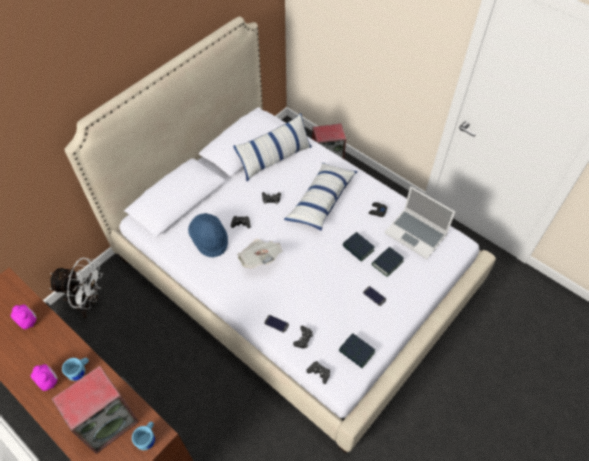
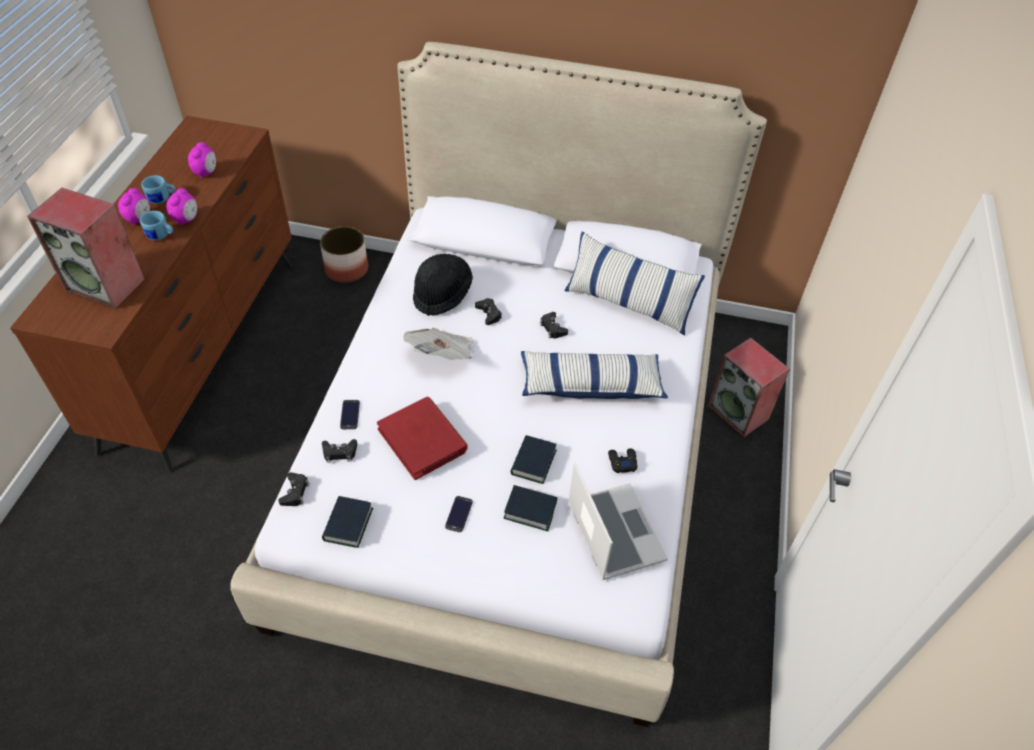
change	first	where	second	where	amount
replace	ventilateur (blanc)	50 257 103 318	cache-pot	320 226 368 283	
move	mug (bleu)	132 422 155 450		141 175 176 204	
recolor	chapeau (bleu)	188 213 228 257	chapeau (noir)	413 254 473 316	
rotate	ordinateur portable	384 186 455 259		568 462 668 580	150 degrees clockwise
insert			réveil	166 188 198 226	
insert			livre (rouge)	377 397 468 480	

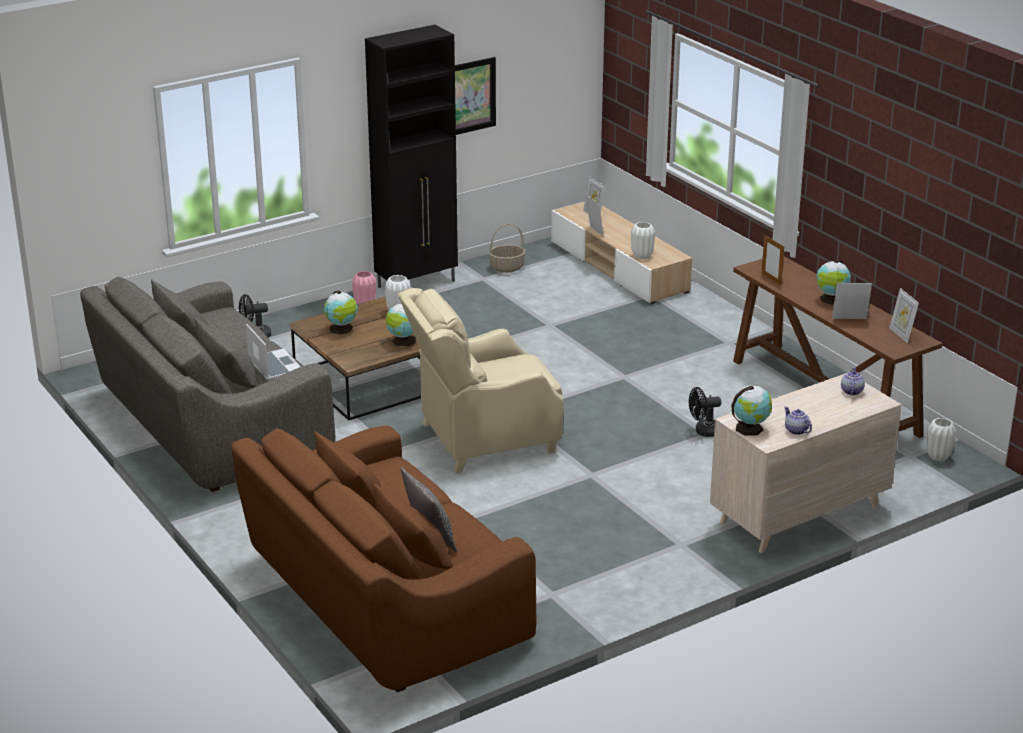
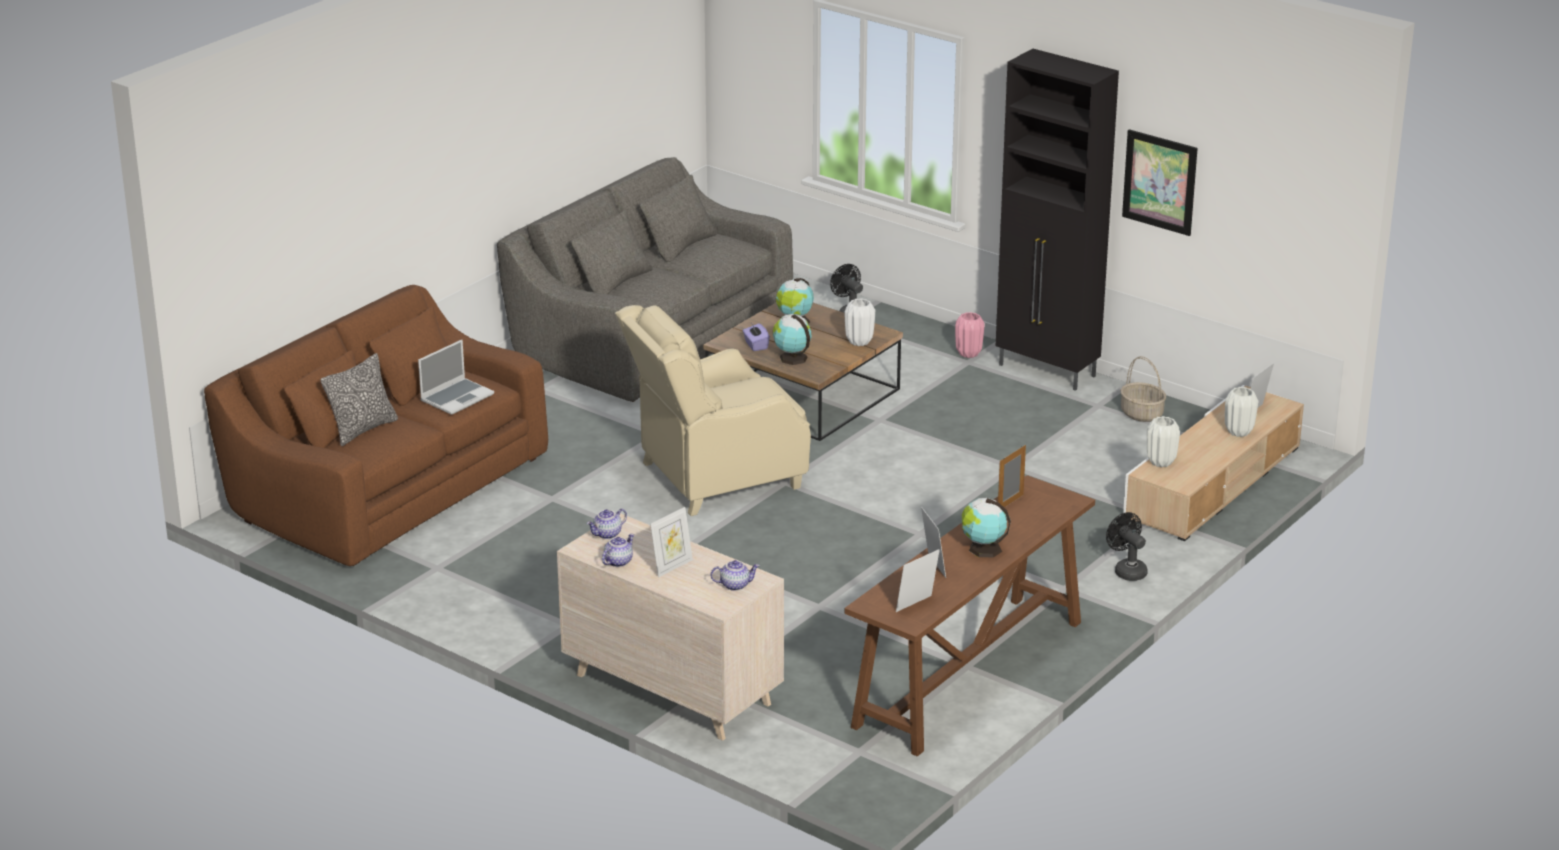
change	first	where	second	where	amount
move	ordinateur portable	246 323 301 381		418 340 494 415	
rotate	fauteuil (beige)	398 288 564 474		615 305 811 516	75 degrees counterclockwise
move	cadre photo	586 194 604 237		650 507 693 577	
move	ventilateur (noir)	689 387 721 437		1106 512 1148 581	
replace	globe	731 385 772 436	théière	587 508 627 539	
move	vase (blanc)	927 418 956 461		1225 387 1258 437	
insert			boîte à mouchoirs (violet)	743 322 770 351	

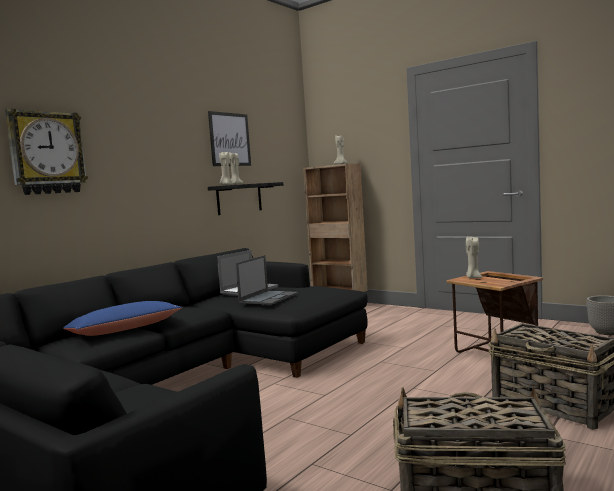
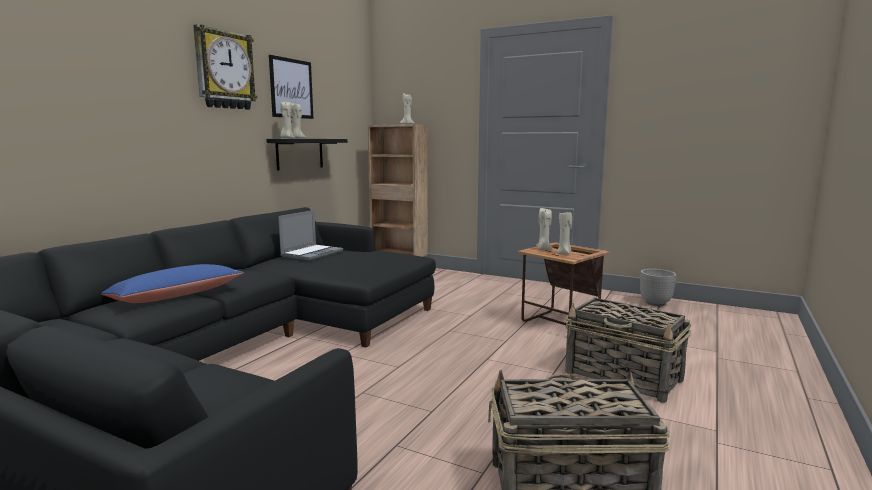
change	first	where	second	where	amount
move	horloge murale	5 109 88 195		193 24 258 110	
delete	ordinateur portable	236 255 298 305			
insert			bougie (beige)	557 212 572 255	

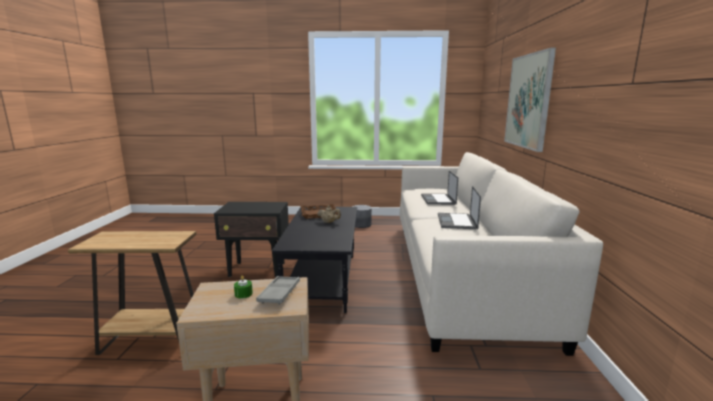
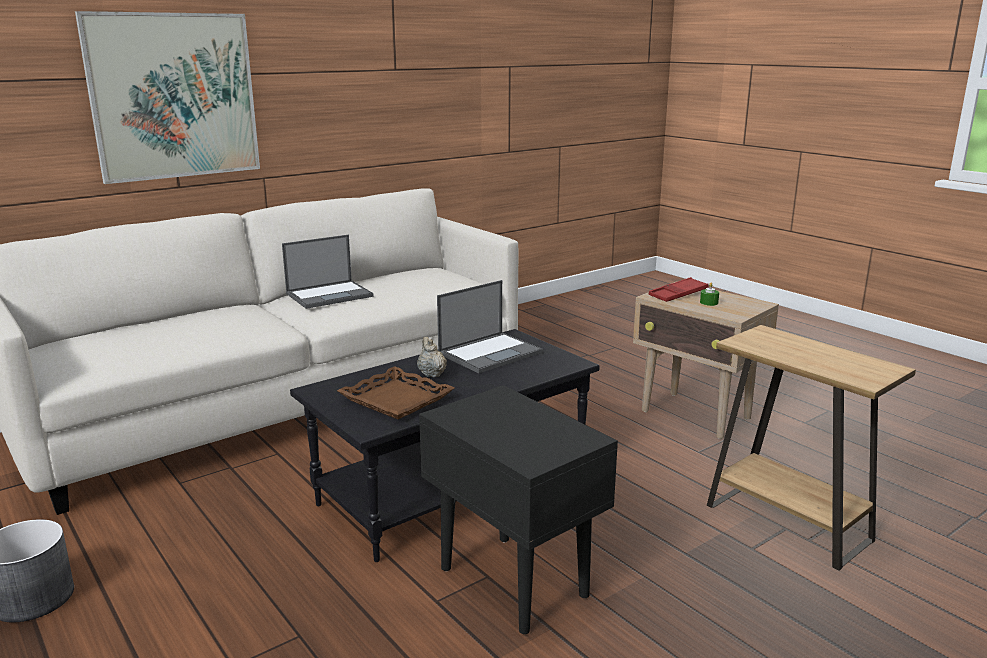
change	first	where	second	where	amount
recolor	plateau (gris)	256 276 300 305	plateau (rouge)	649 277 709 302	
move	ordinateur portable	421 171 458 205		437 280 543 373	

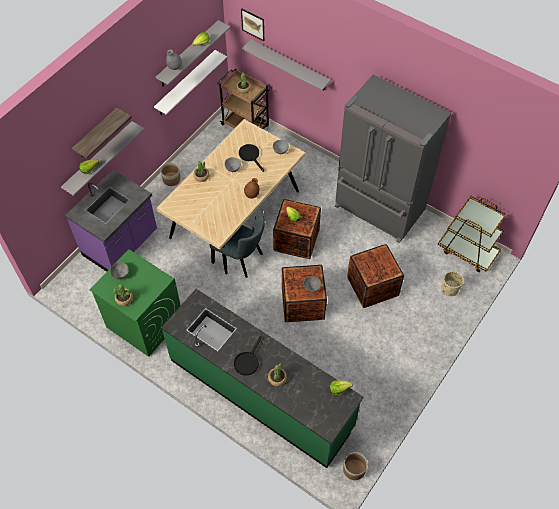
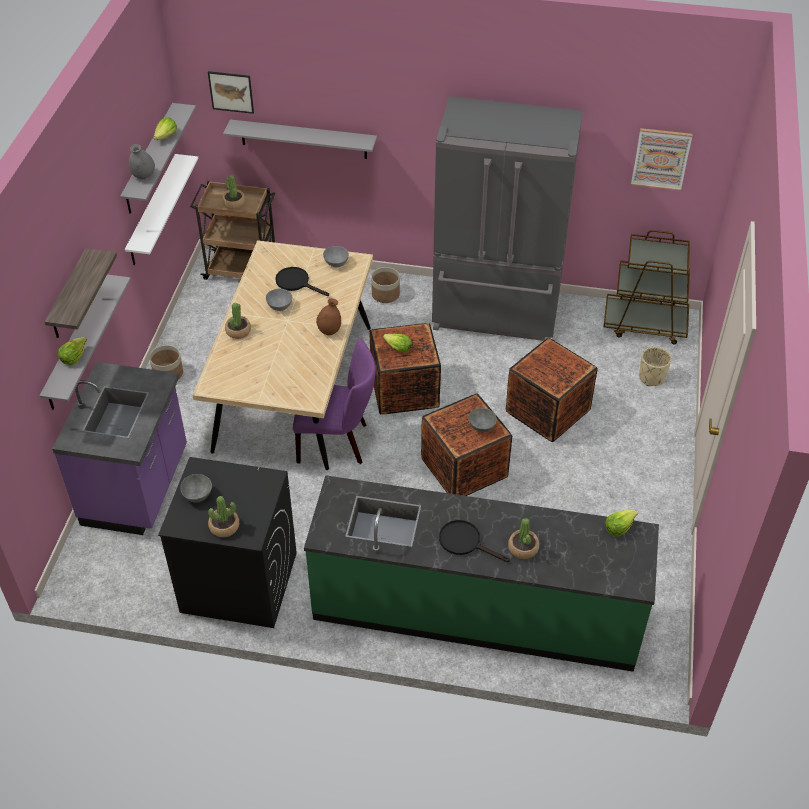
change	first	where	second	where	amount
recolor	lave-linge (vert)	90 249 181 357	lave-linge (noir)	158 457 297 628	
recolor	chaise (gris)	209 208 265 278	chaise (violet)	293 338 376 464	
rotate	poêle (noir)	234 336 262 375		439 520 510 562	120 degrees clockwise
move	cache-pot	343 452 367 480		371 267 400 303	
insert			tableau	631 128 693 191	

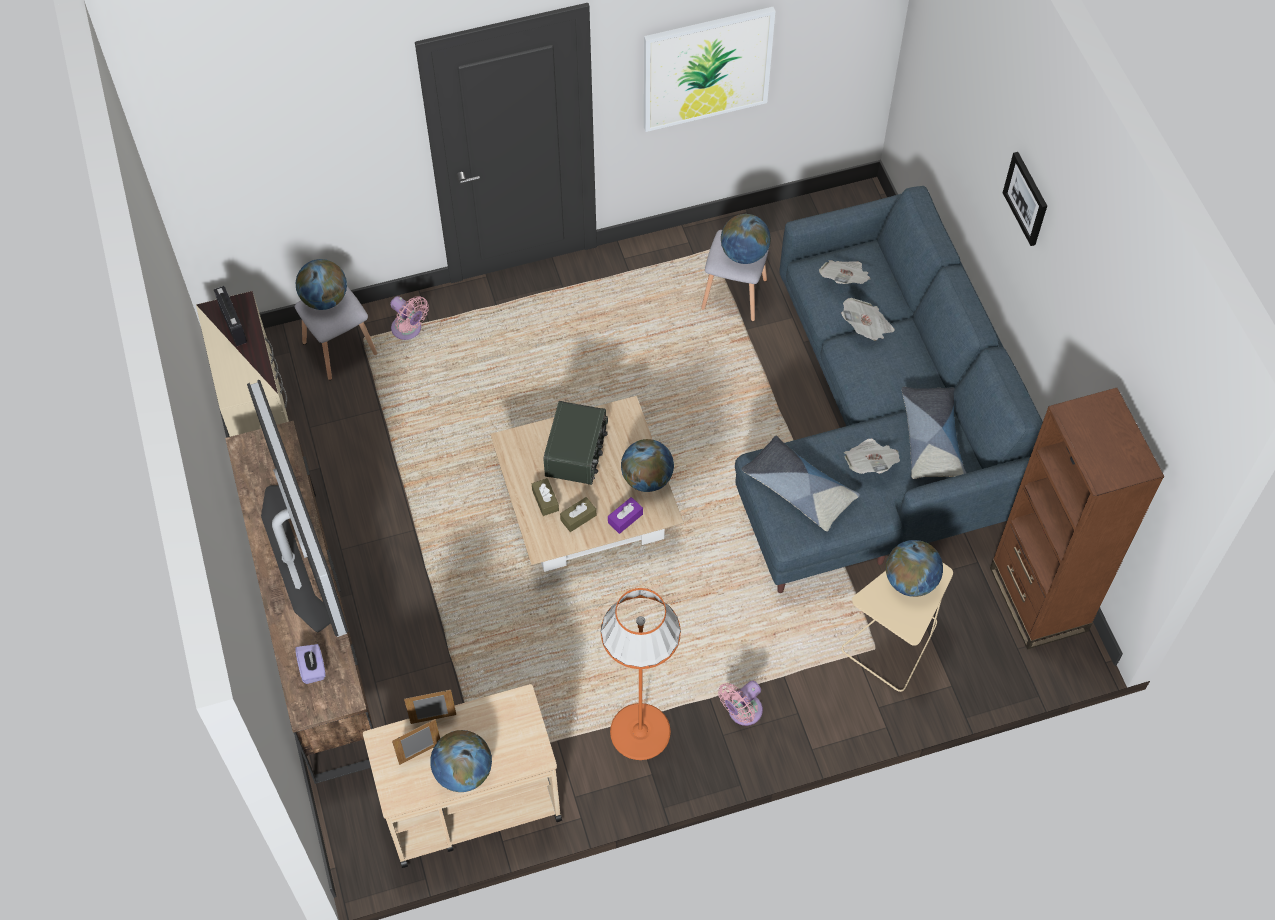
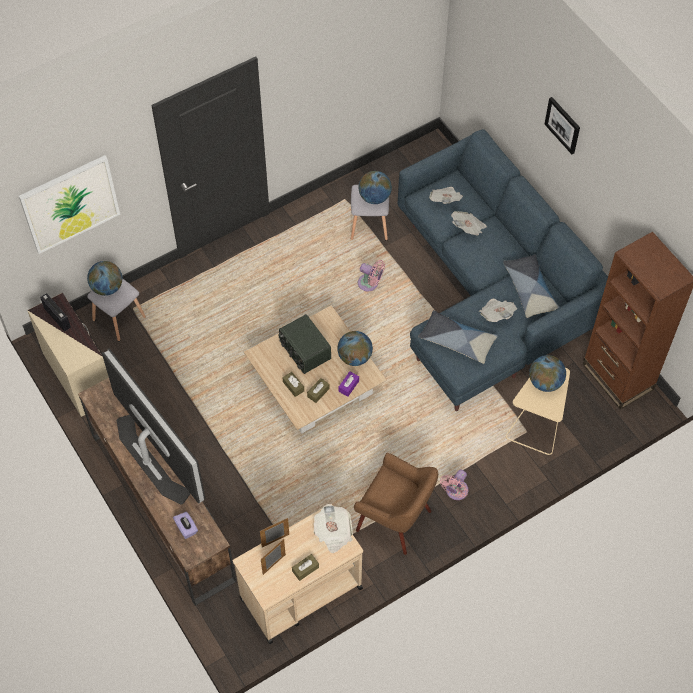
change	first	where	second	where	amount
move	ventilateur (rose)	390 296 429 340		358 260 385 291	
replace	globe	430 730 492 792	boîte à mouchoirs (marron)	292 554 319 581	
rotate	radio	544 401 608 485		278 314 331 374	150 degrees clockwise
replace	lampadaire (orange)	601 588 681 760	fauteuil (marron)	354 453 438 555	
move	tableau	644 7 776 132		19 155 120 254	
insert			journal	313 504 353 553	

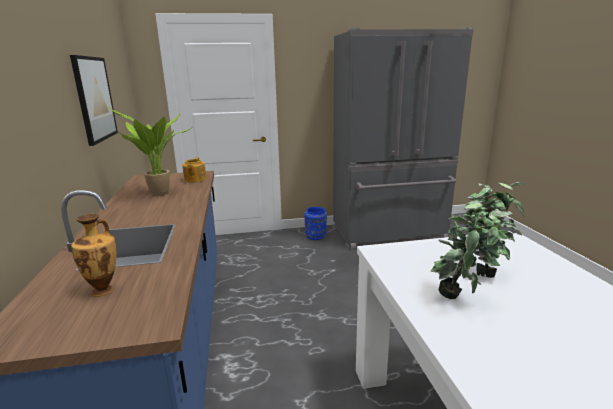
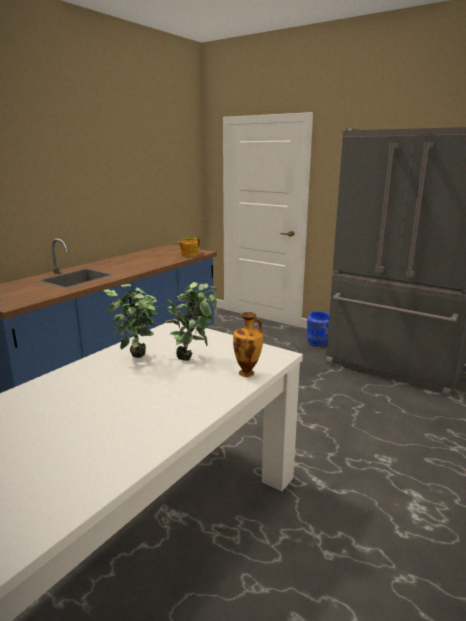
change	first	where	second	where	amount
delete	tableau	70 55 118 146			
move	vase	71 214 116 297		233 312 263 377	
delete	plante en pot	105 104 191 196			

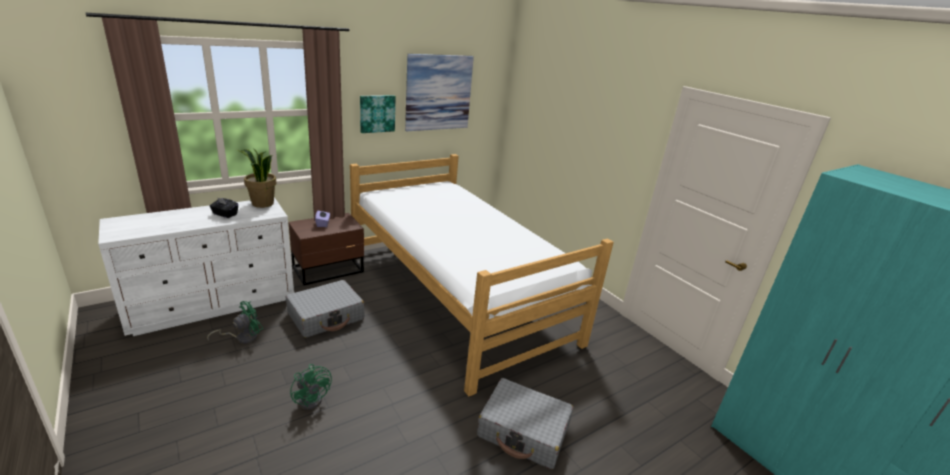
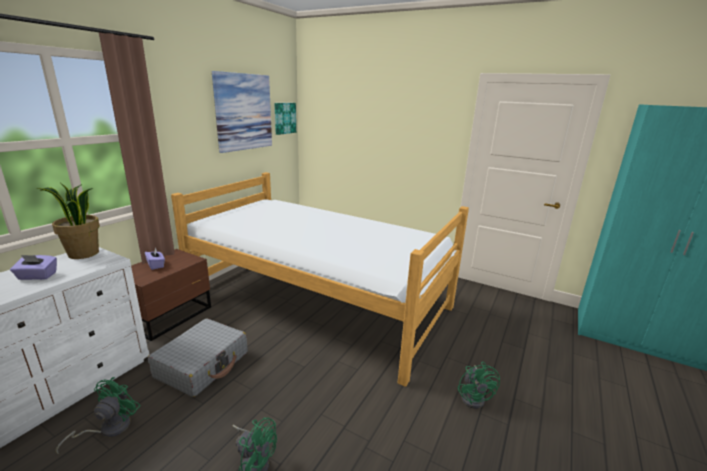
change	first	where	second	where	amount
recolor	boîte à mouchoirs (noir)	209 197 238 218	boîte à mouchoirs (violet)	10 255 57 280	
move	tableau	360 95 396 133		274 103 296 135	
replace	valise (gris)	477 378 573 469	ventilateur (vert)	458 361 500 409	

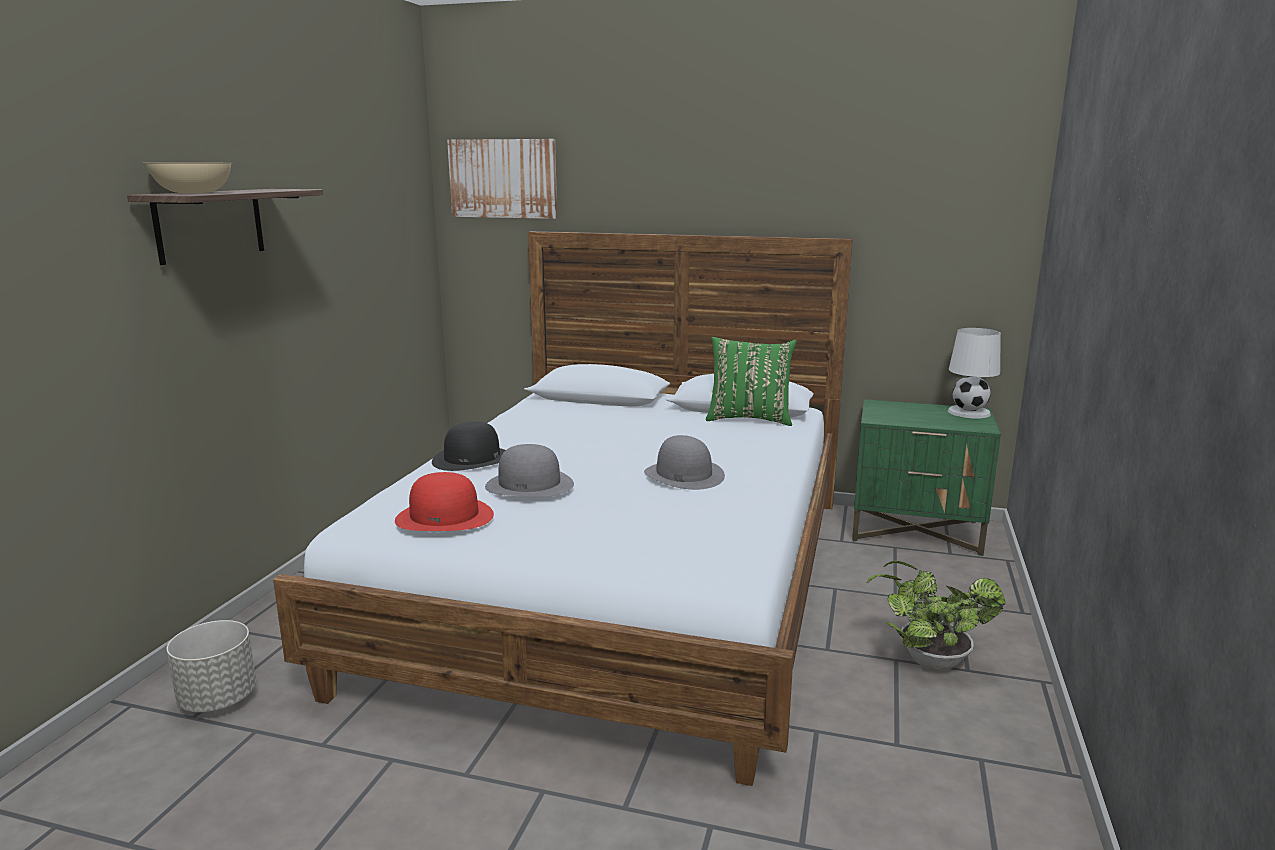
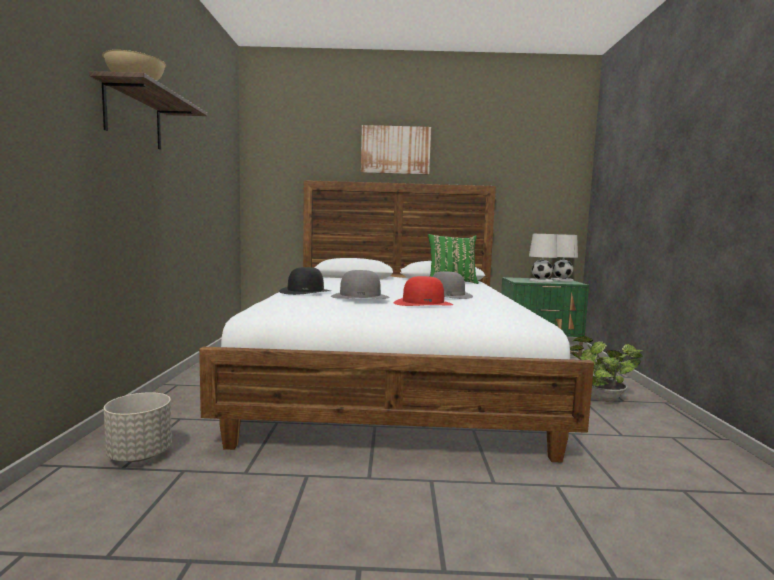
change	first	where	second	where	amount
move	chapeau (rouge)	395 472 494 531		393 276 453 306	
move	tableau	447 139 557 219		361 125 431 175	
insert			lampe de table (blanc)	529 234 557 282	

